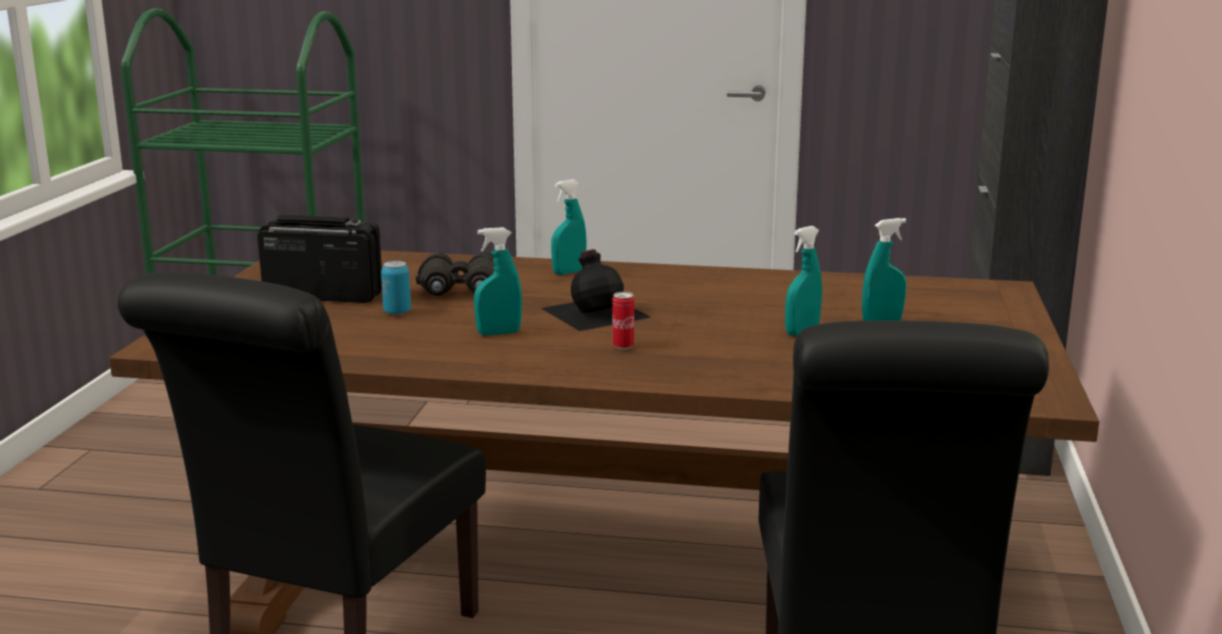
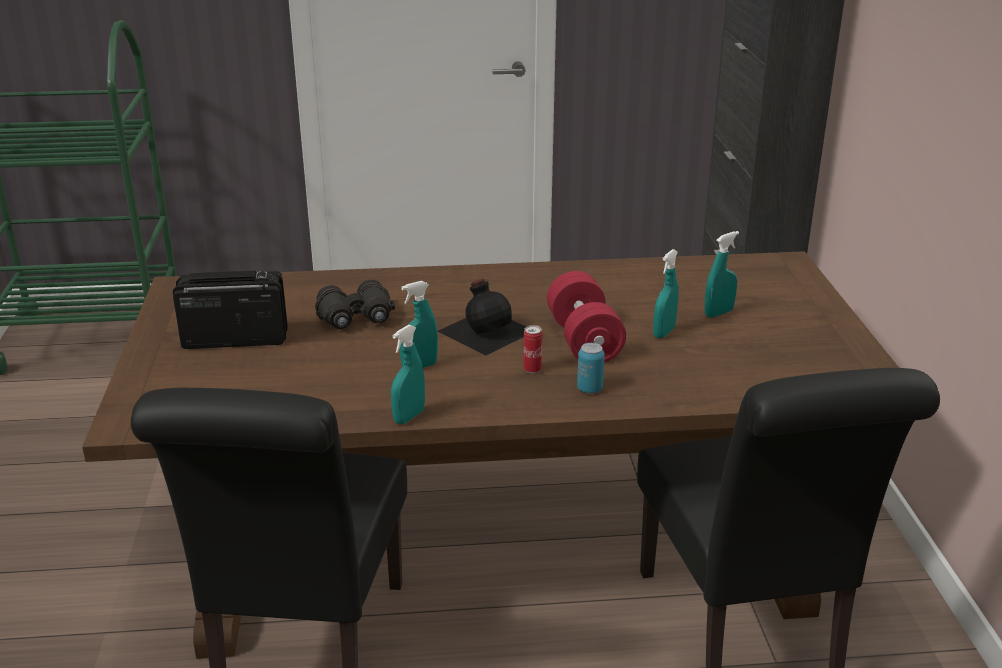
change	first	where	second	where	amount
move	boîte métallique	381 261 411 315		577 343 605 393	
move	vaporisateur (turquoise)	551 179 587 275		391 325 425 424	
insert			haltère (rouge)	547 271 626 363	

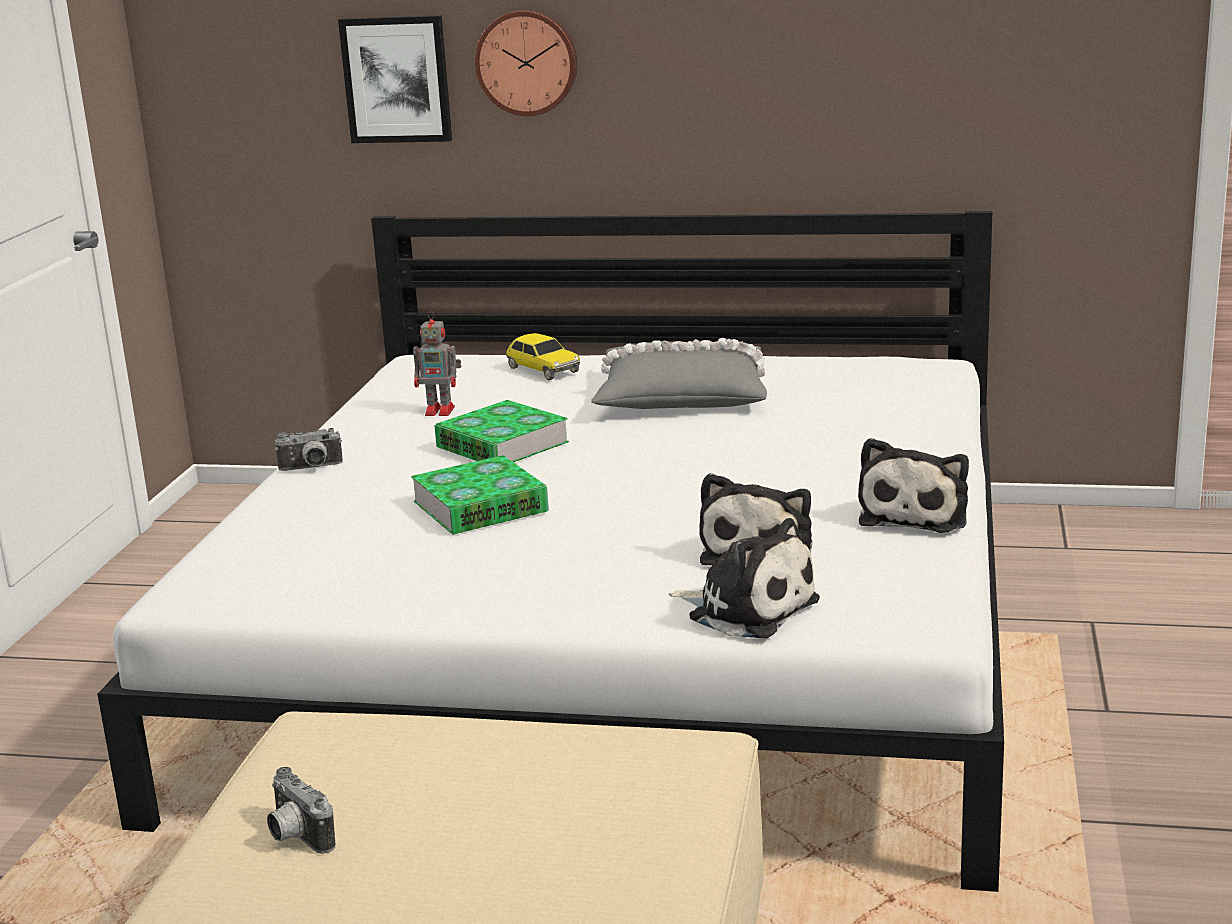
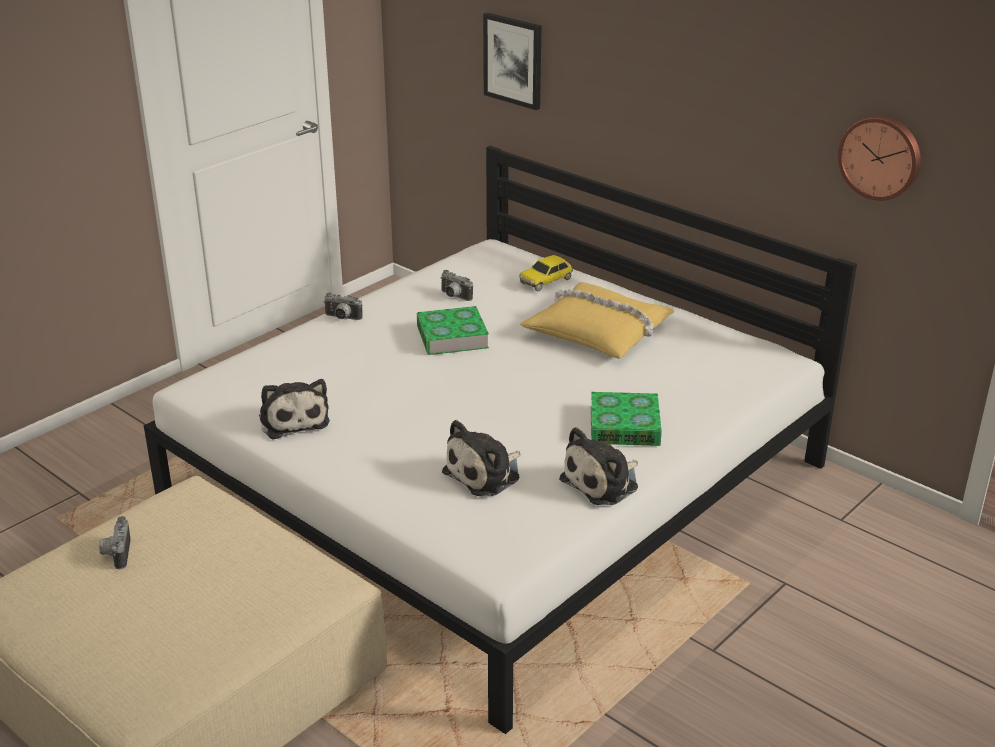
change	first	where	second	where	amount
move	livre	411 455 549 535		591 392 662 446	
replace	robot jouet	413 311 461 416	appareil photo	440 270 473 301	
move	horloge murale	475 10 578 116		838 116 921 201	
rotate	petite voiture	506 333 580 380		519 255 573 292	60 degrees clockwise
recolor	coussin (gris)	591 338 767 409	coussin (jaune)	520 282 675 358	
move	peluche	669 518 820 638		259 379 330 440	

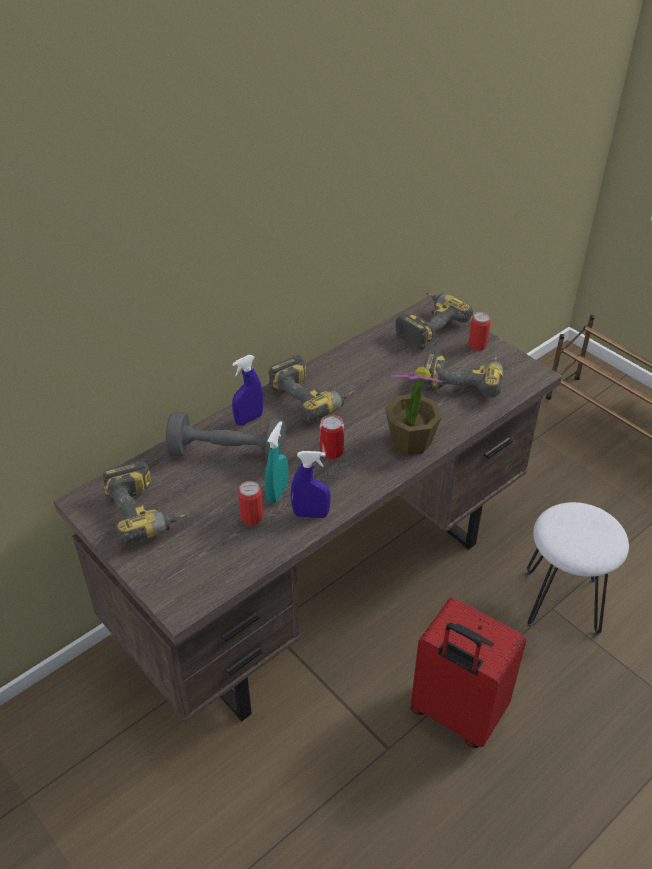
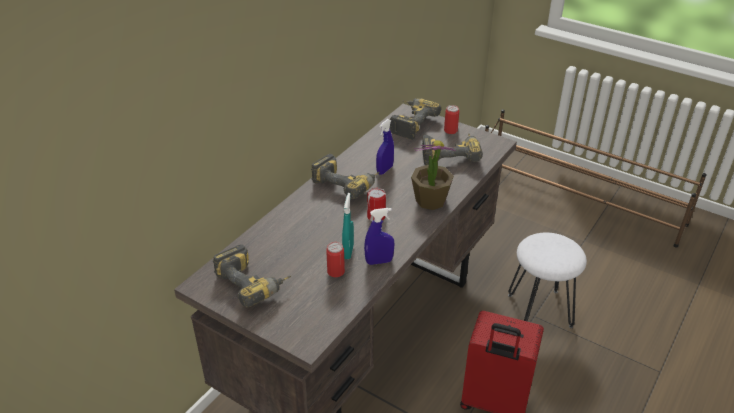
change	first	where	second	where	amount
delete	haltère (gris)	166 411 286 461			
move	vaporisateur (bleu)	232 355 263 426		376 119 394 175	

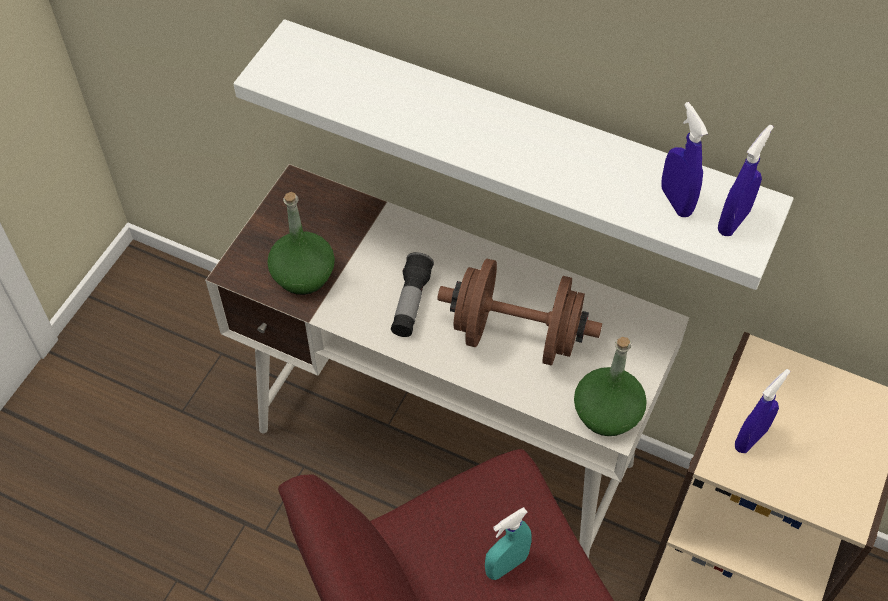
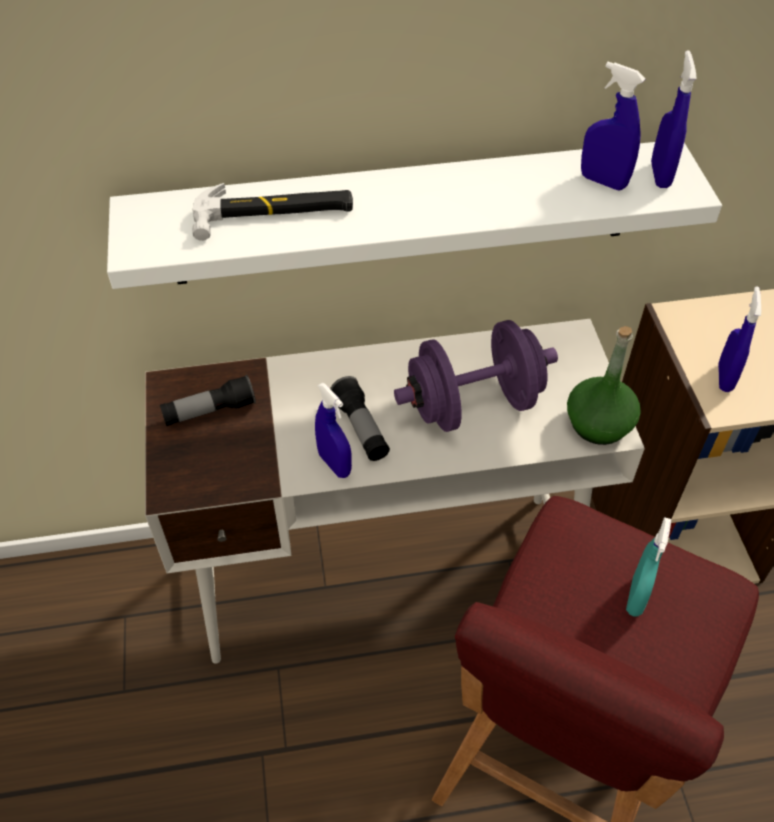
change	first	where	second	where	amount
delete	bouteille (vert)	267 192 335 295			
recolor	haltère (marron)	437 258 602 366	haltère (violet)	394 320 558 432	
insert			lampe de poche	160 375 256 426	
insert			marteau	192 183 353 241	
insert			vaporisateur (bleu)	315 383 352 478	

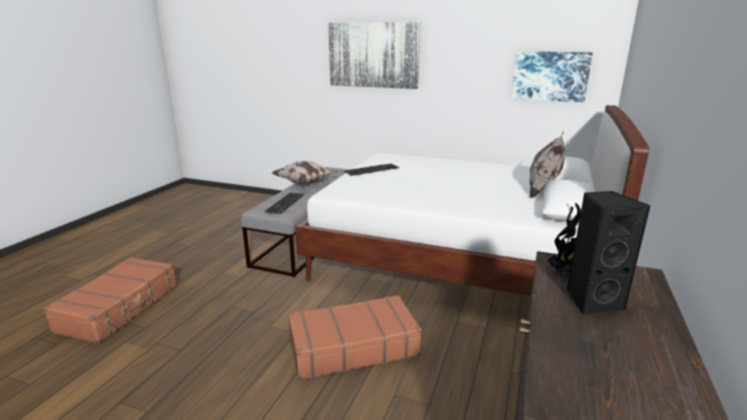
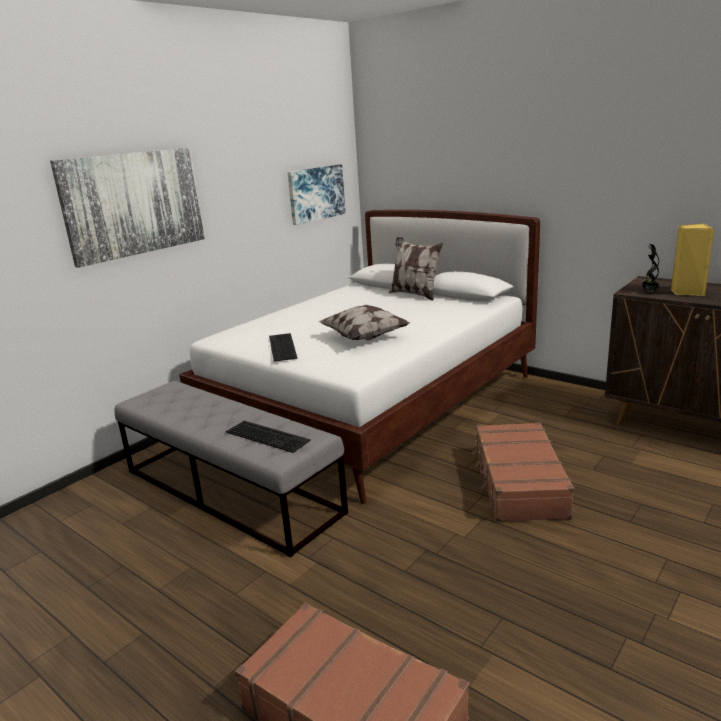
change	first	where	second	where	amount
move	coussin	272 161 338 184		319 305 410 340	
recolor	enceinte (noir)	567 191 650 314	enceinte (jaune)	671 224 715 296	

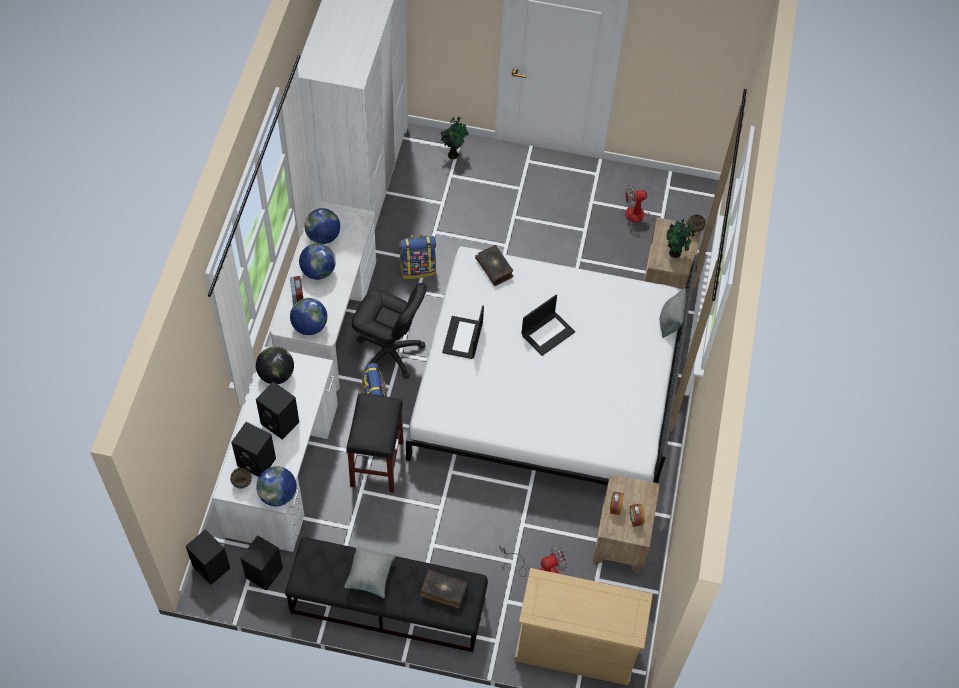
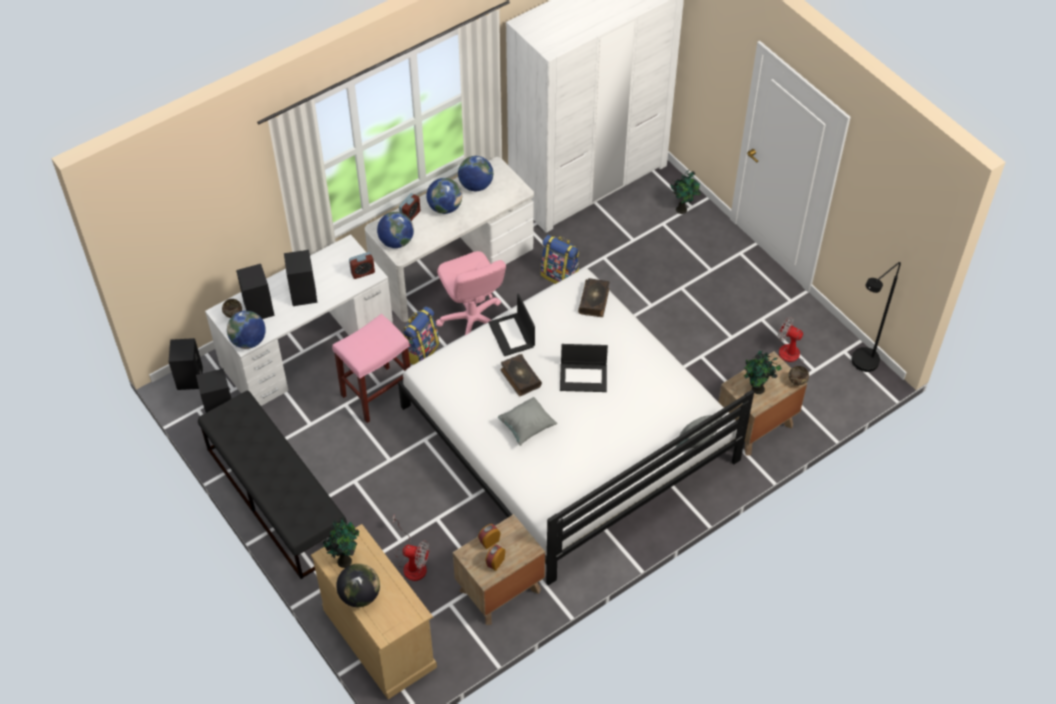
change	first	where	second	where	amount
move	globe	256 347 294 384		336 564 380 607	
move	coussin (gris)	344 547 396 598		498 397 557 446	
recolor	tabouret (noir)	346 394 404 493	tabouret (rose)	332 314 410 423	
recolor	chaise de bureau (noir)	352 283 427 379	chaise de bureau (rose)	436 251 506 335	
move	livre	420 569 468 608		500 354 542 396	
rotate	ordinateur portable	442 305 484 359		488 294 535 356	75 degrees counterclockwise
insert			plante en pot	322 517 359 568	
insert			réveil	349 252 375 279	
insert			lampadaire (noir)	852 262 901 372	

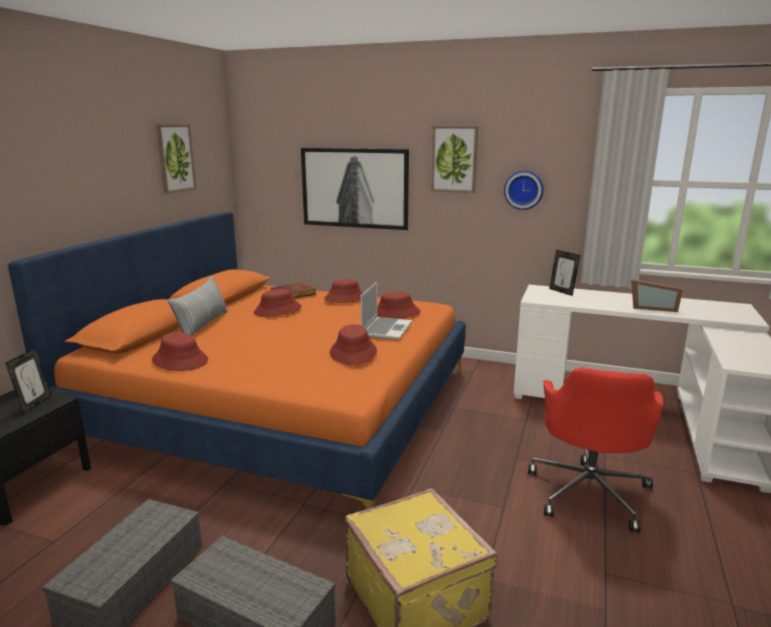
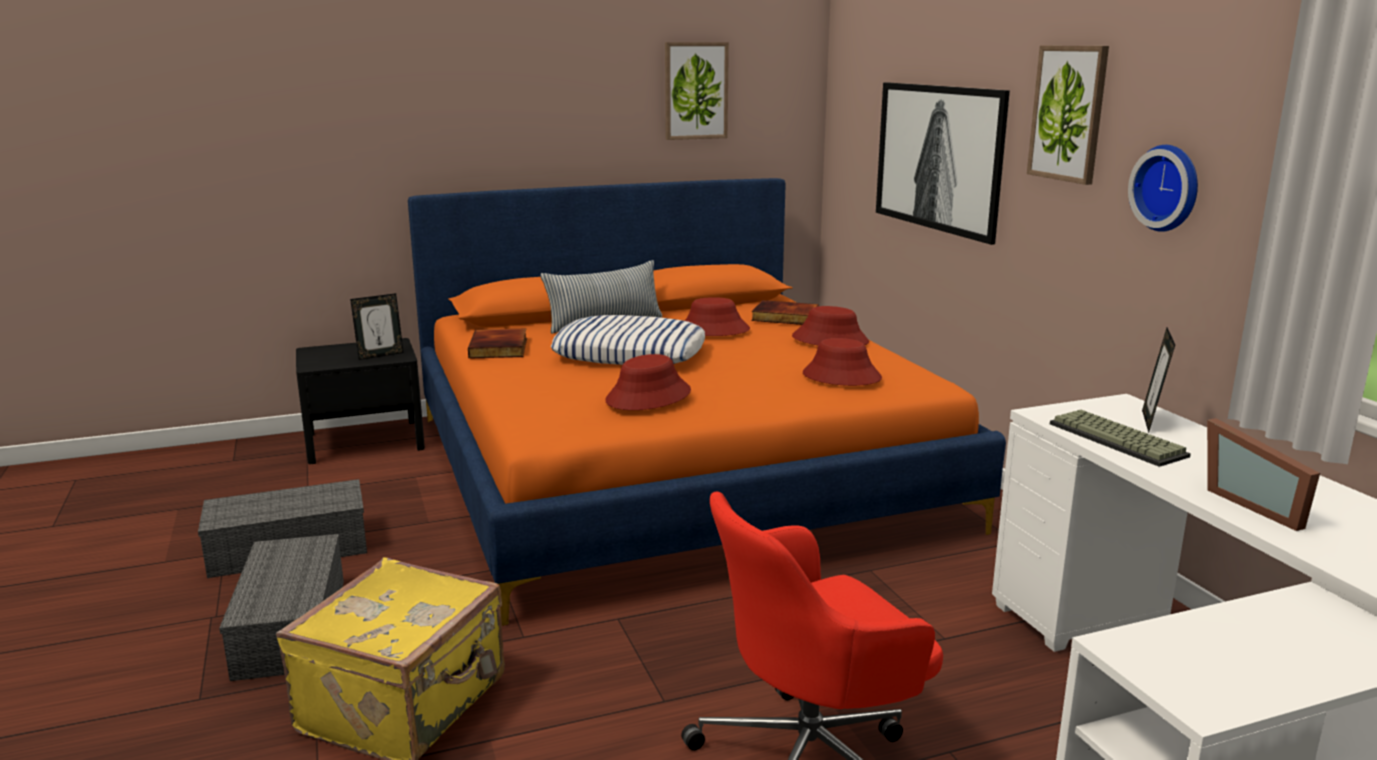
change	first	where	second	where	amount
replace	chapeau (rouge)	152 333 208 371	livre	468 329 527 358	
delete	ordinateur portable	361 282 412 340			
insert			coussin	551 315 705 365	
insert			clavier	1050 410 1191 467	

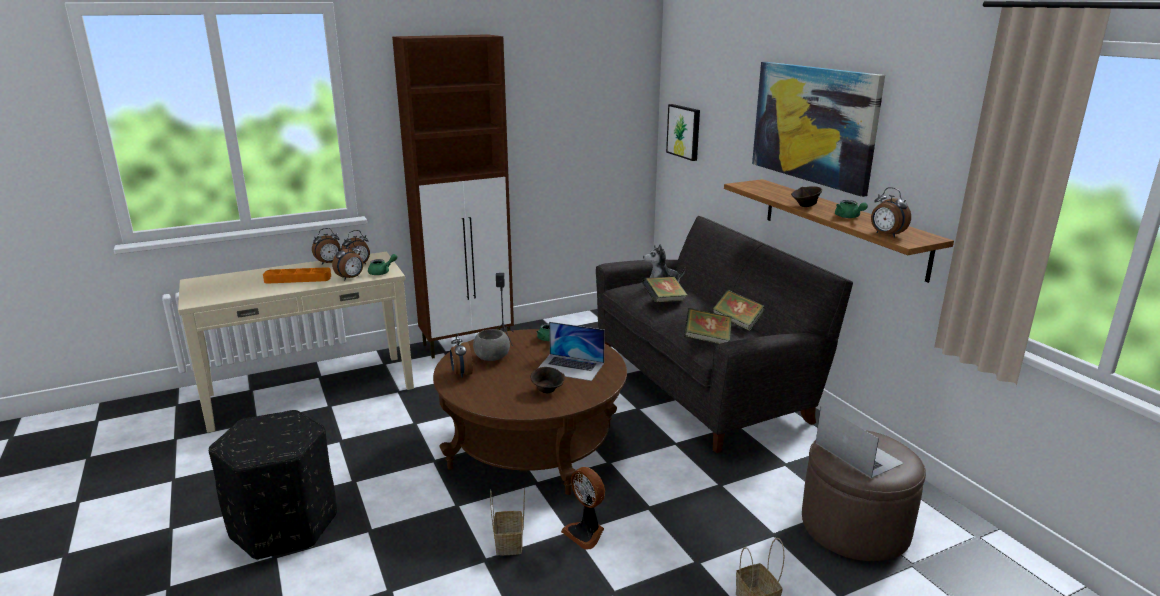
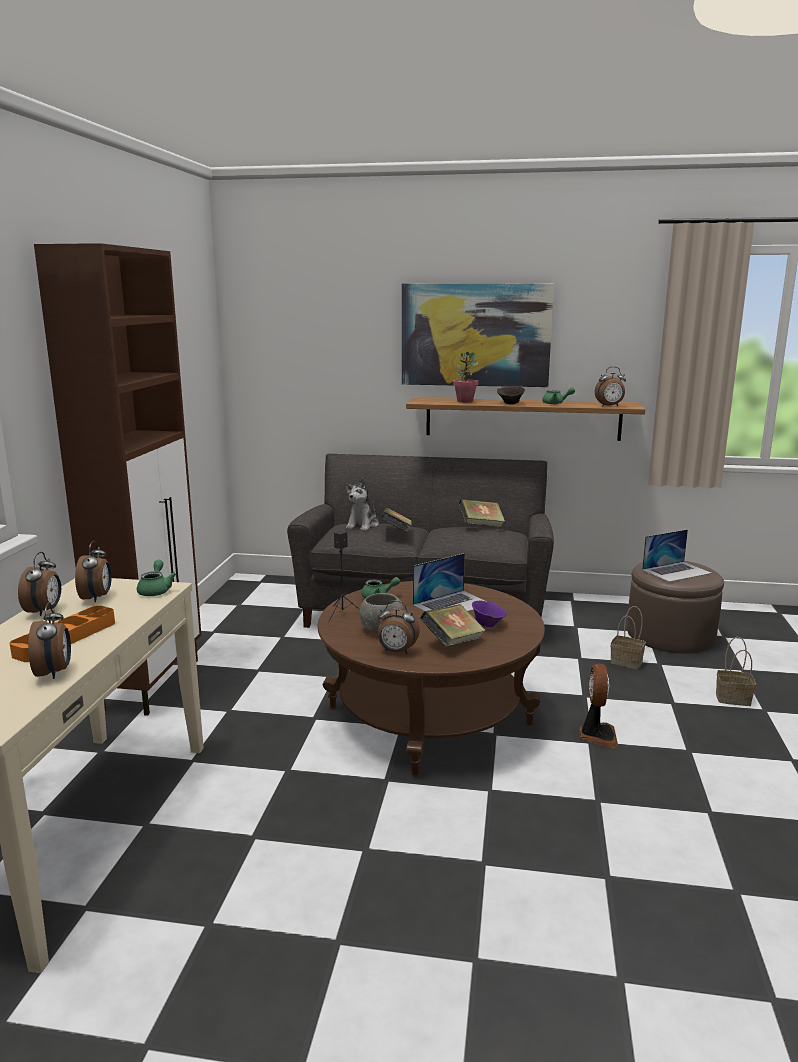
change	first	where	second	where	amount
delete	pouf (noir)	209 410 337 560			
move	réveil	332 241 363 280		28 602 71 679	
move	panier	490 487 525 555		610 606 646 669	
recolor	bol (marron)	530 367 565 393	bol (violet)	472 601 507 627	
rotate	ventilateur	561 467 605 550		578 664 618 748	75 degrees counterclockwise
delete	tableau	666 104 700 161			
move	livre	684 308 732 344		420 604 486 647	
rotate	ordinateur portable	816 406 904 478		642 529 712 582	150 degrees clockwise
insert			plante en pot	453 352 479 403	

